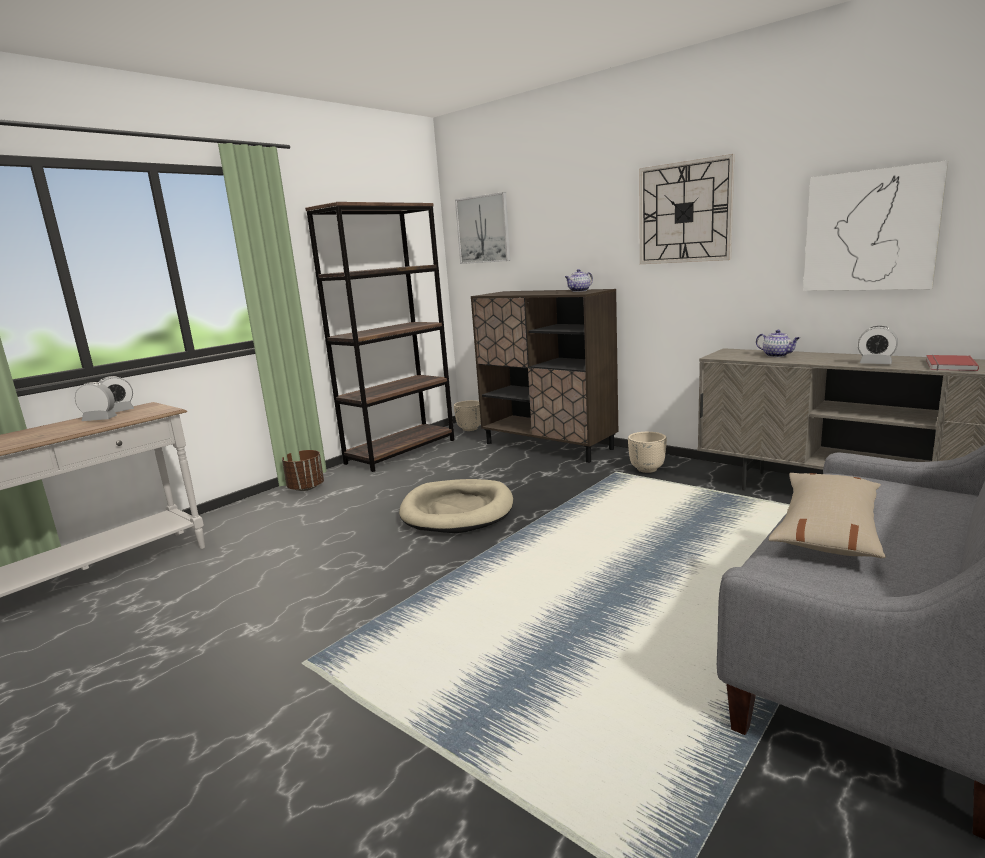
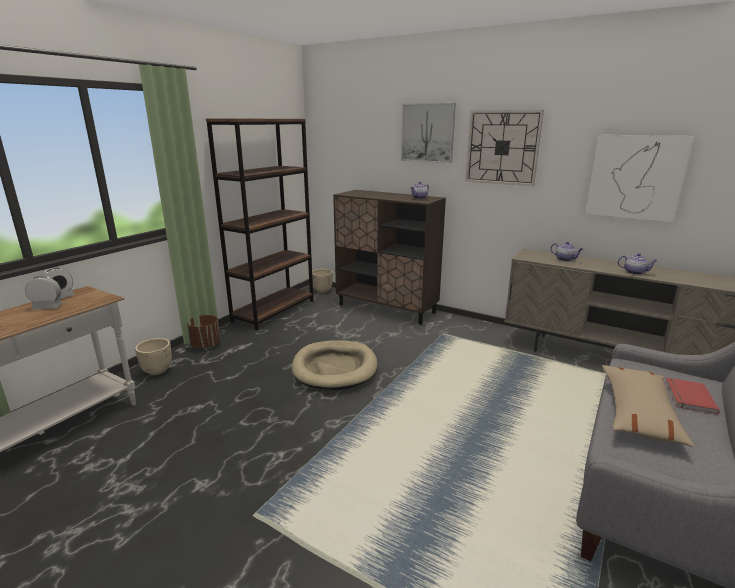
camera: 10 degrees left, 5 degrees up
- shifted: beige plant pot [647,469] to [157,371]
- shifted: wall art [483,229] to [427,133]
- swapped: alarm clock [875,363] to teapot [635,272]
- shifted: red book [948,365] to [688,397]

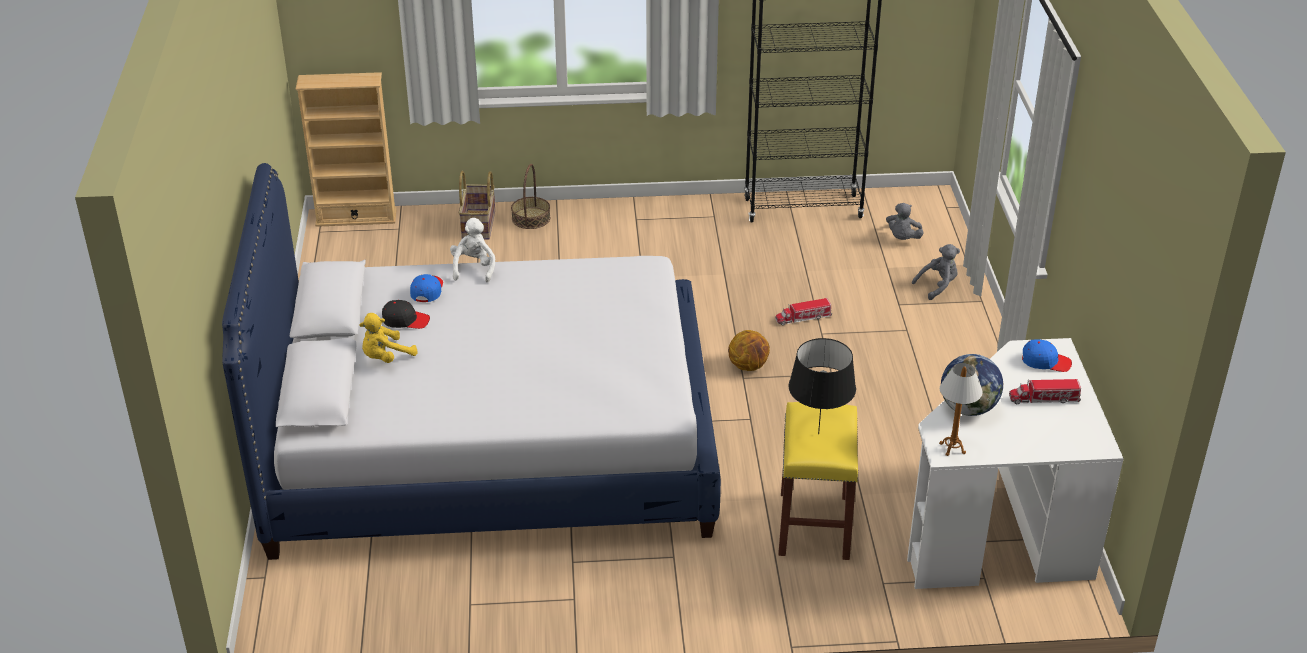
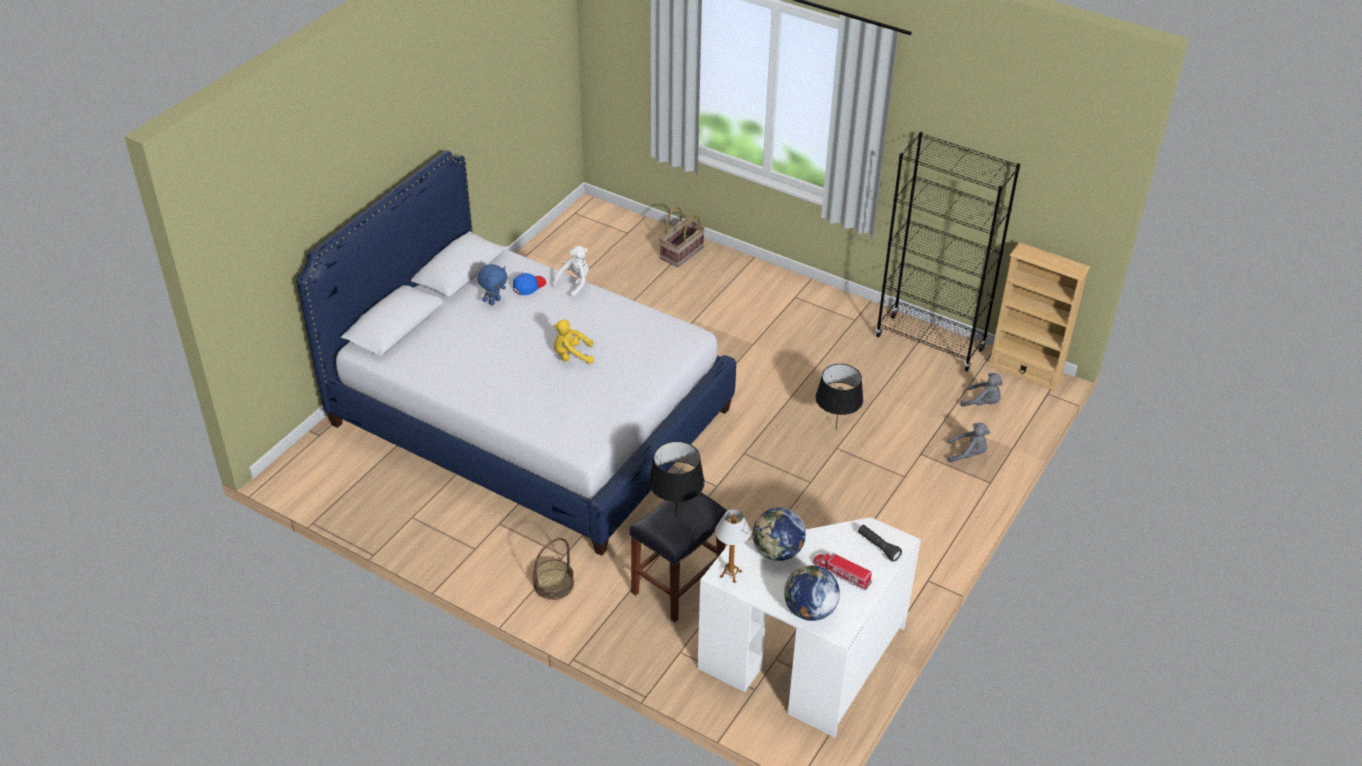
camera: 35 degrees right, 5 degrees up
- swapped: black peaked cap [405,320] to blue-coloured cuddly toy [494,301]
- shifted: household basket [531,218] to [553,584]
- shifted: yellow cuddly toy [386,357] to [572,356]
- repainted: yellow sitting stool [813,524] to black sitting stool [678,584]
- new: desk globe [809,610]
- swapped: toy truck [803,318] to black tabletop lamp [836,429]
- swapped: blue-coloured peaked cap [1045,361] to black hand torch [878,547]
- rotated: grey cuddly toy [903,238] = [982,403] 120 degrees counterclockwise
- shifted: beige shelving unit [356,217] to [1025,371]
- gone: basketball [749,366]

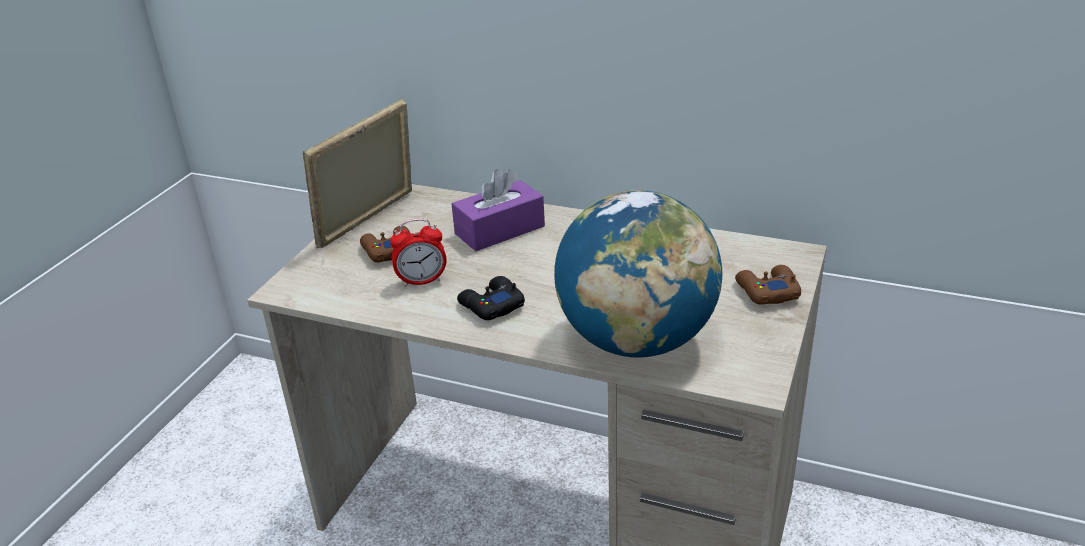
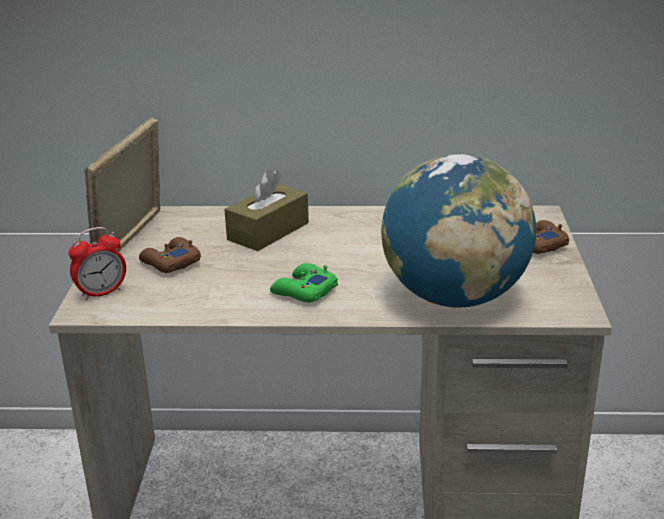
camera: 20 degrees left, 5 degrees down
- shifted: alarm clock [422,281] to [101,293]
- repainted: purple tissue holder [499,230] to brown tissue holder [268,231]
- repainted: black joypad [491,305] to green-coloured joypad [303,291]

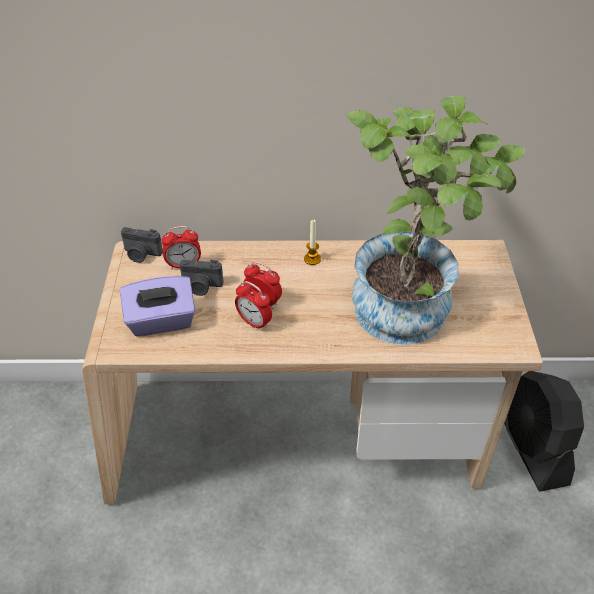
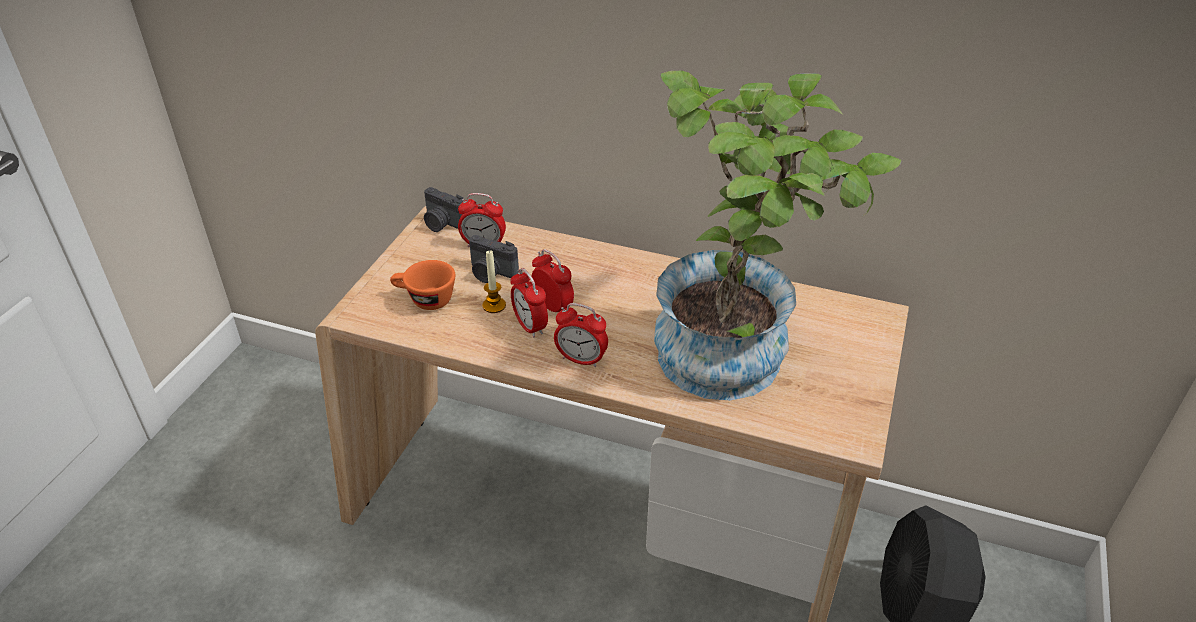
camera: 20 degrees right, 5 degrees down
- swapped: purple tissue holder [161,322] to orange cup [425,300]
- shifted: wax light [312,259] to [494,305]
- new: alarm clock [581,359]

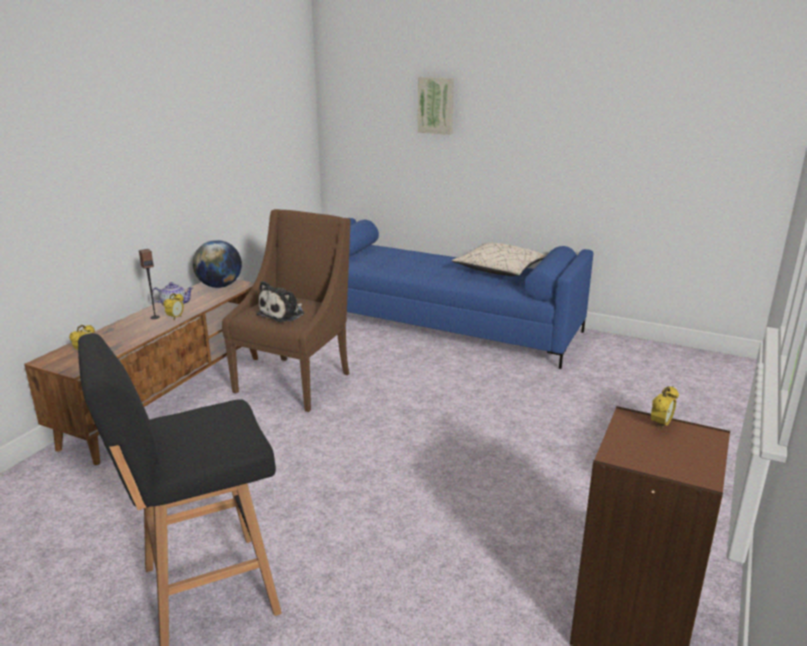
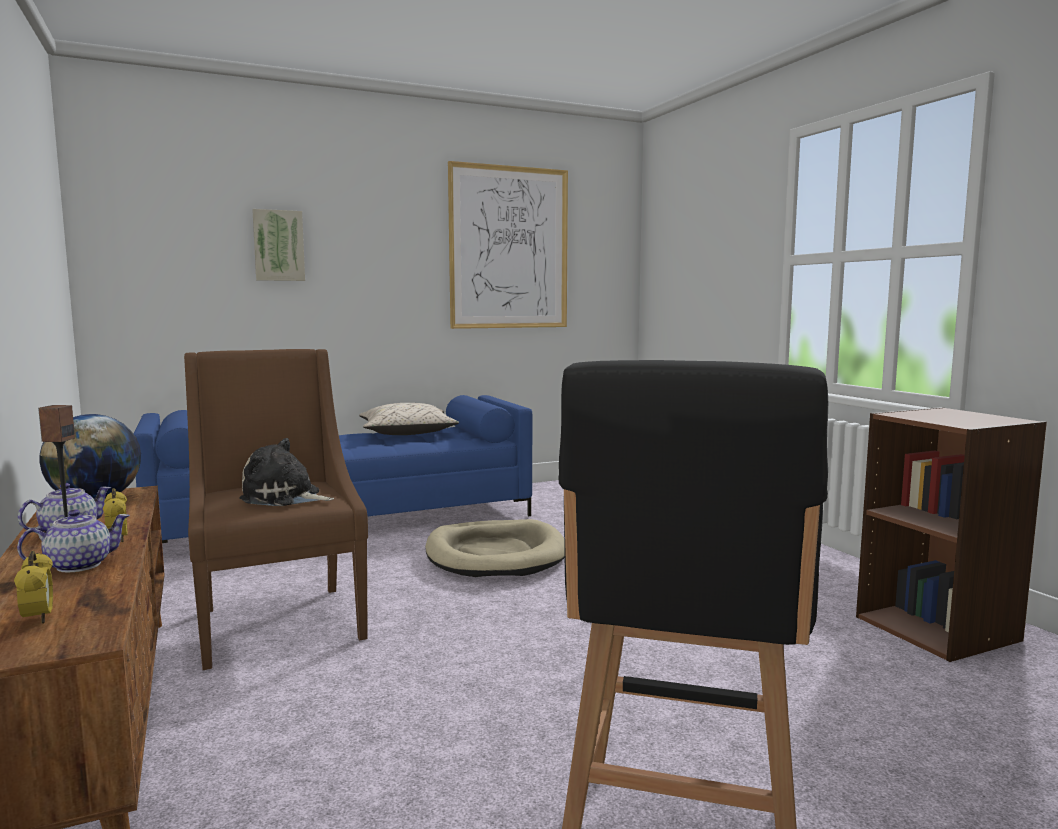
camera: 50 degrees left, 15 degrees down
- new: teapot [78,565]
- rotated: cuddly toy [283,314] = [284,498] 120 degrees clockwise
- new: beige dog cushion [495,555]
- new: wall art [509,248]
- gone: alarm clock [661,425]

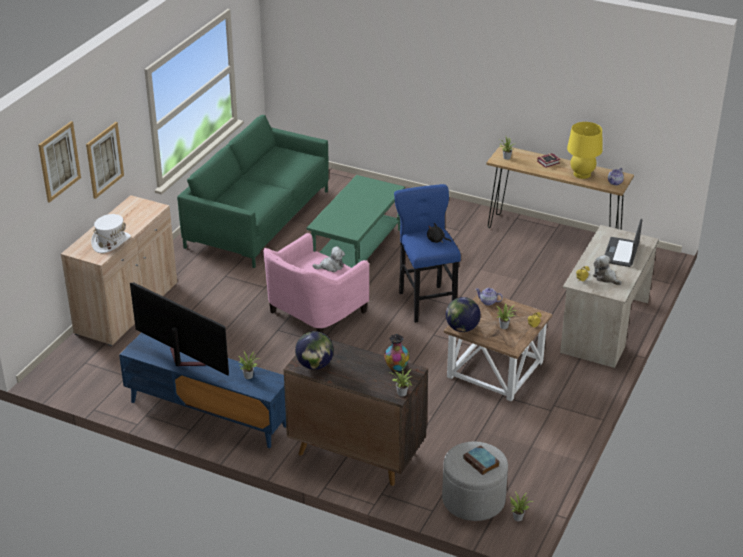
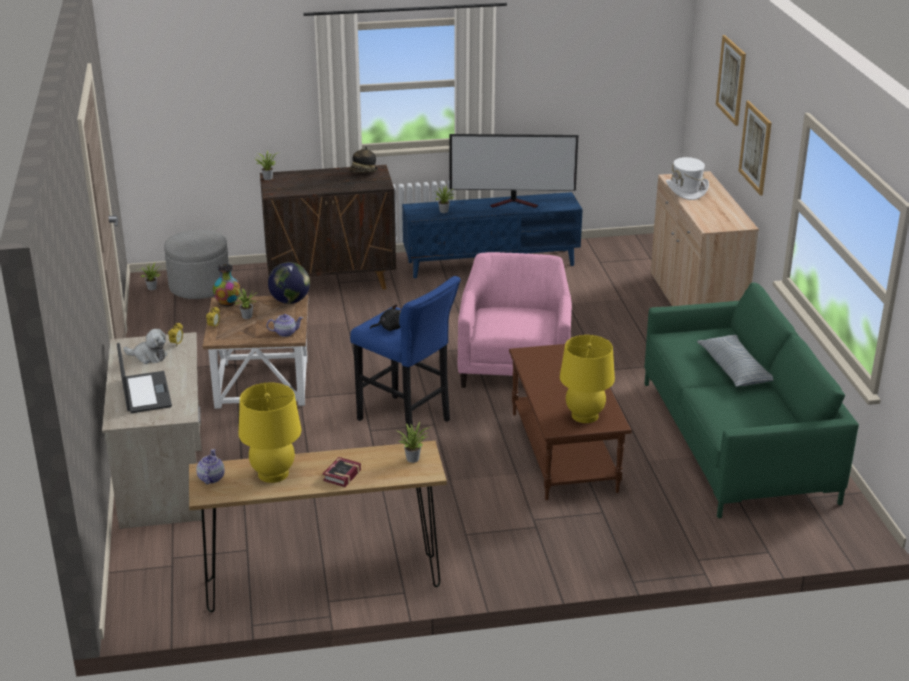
camera: 145 degrees right, 5 degrees down
- shifted: decorative vase [396,368] to [228,303]
- swapped: desk globe [314,365] to clothing hat [363,172]
- repainted: green-coloured lounge table [357,248] to brown lounge table [565,452]
- new: yellow tabletop lamp [585,416]
- new: cushion [735,369]
- gone: cuddly toy [331,266]
- gone: book [482,462]

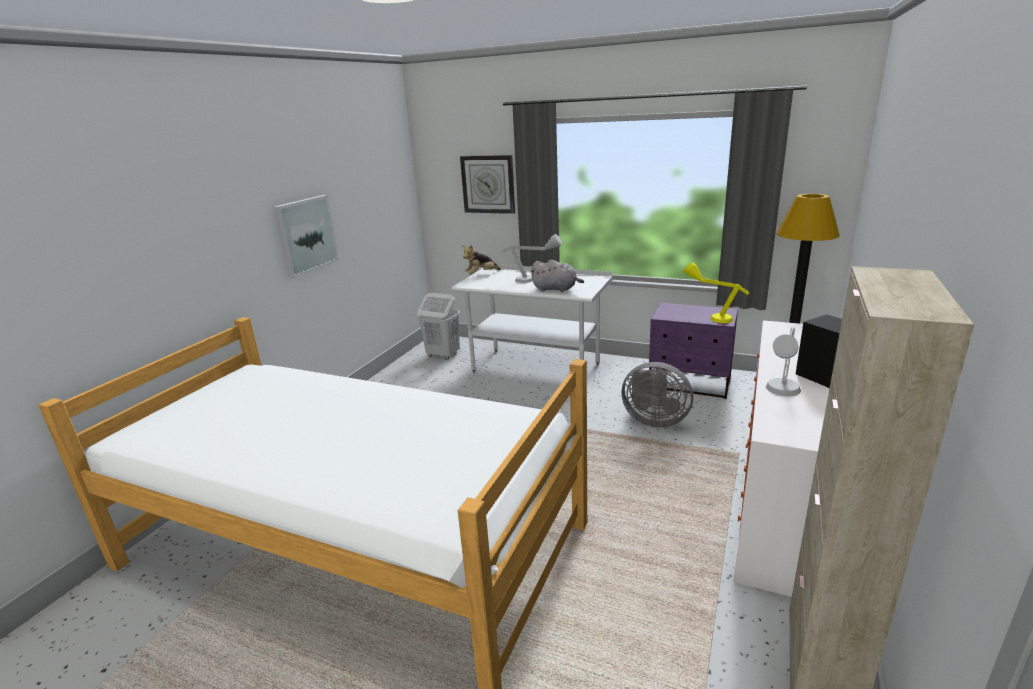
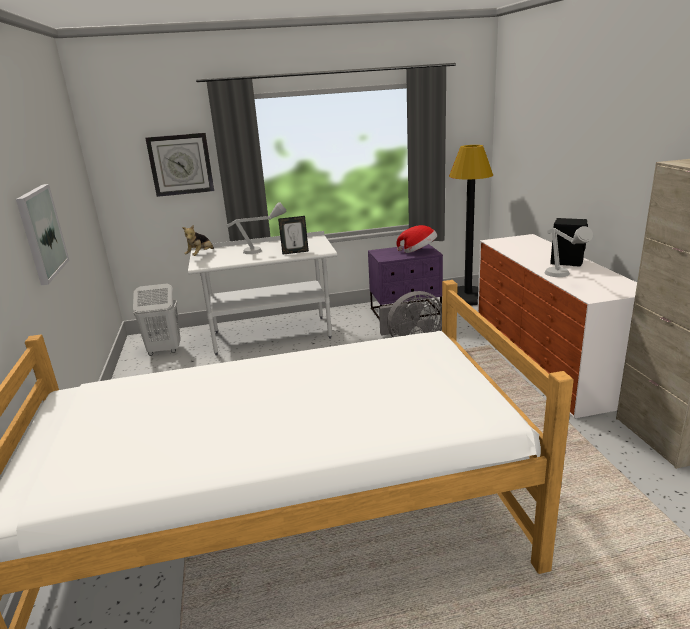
camera: 35 degrees left, 0 degrees up
- swapped: grey cuddly toy [556,289] to picture frame [295,252]
- swapped: yellow tabletop lamp [711,316] to clothing hat [418,251]

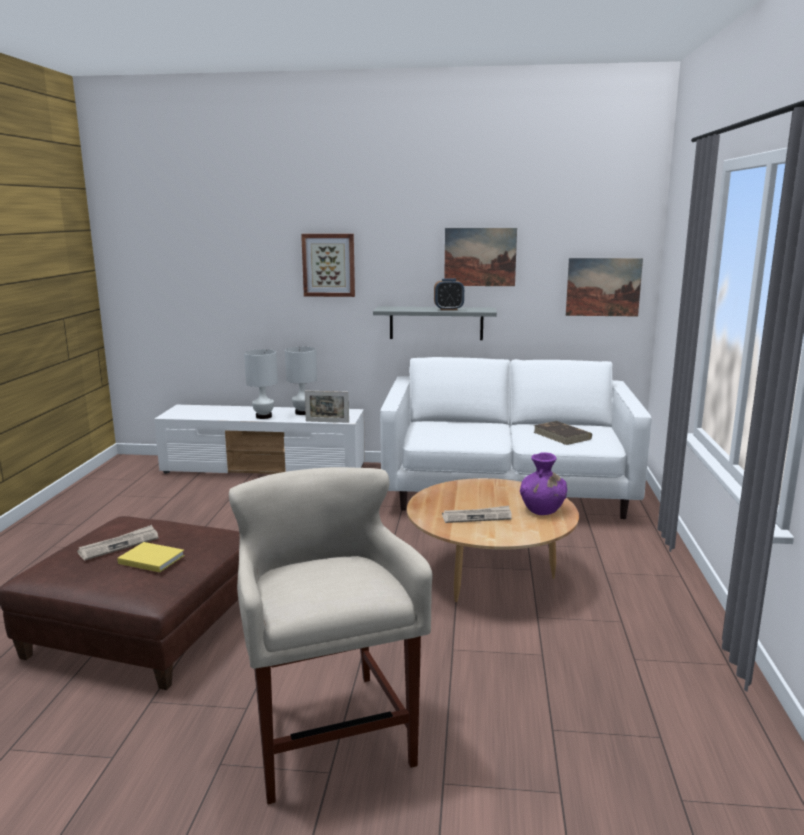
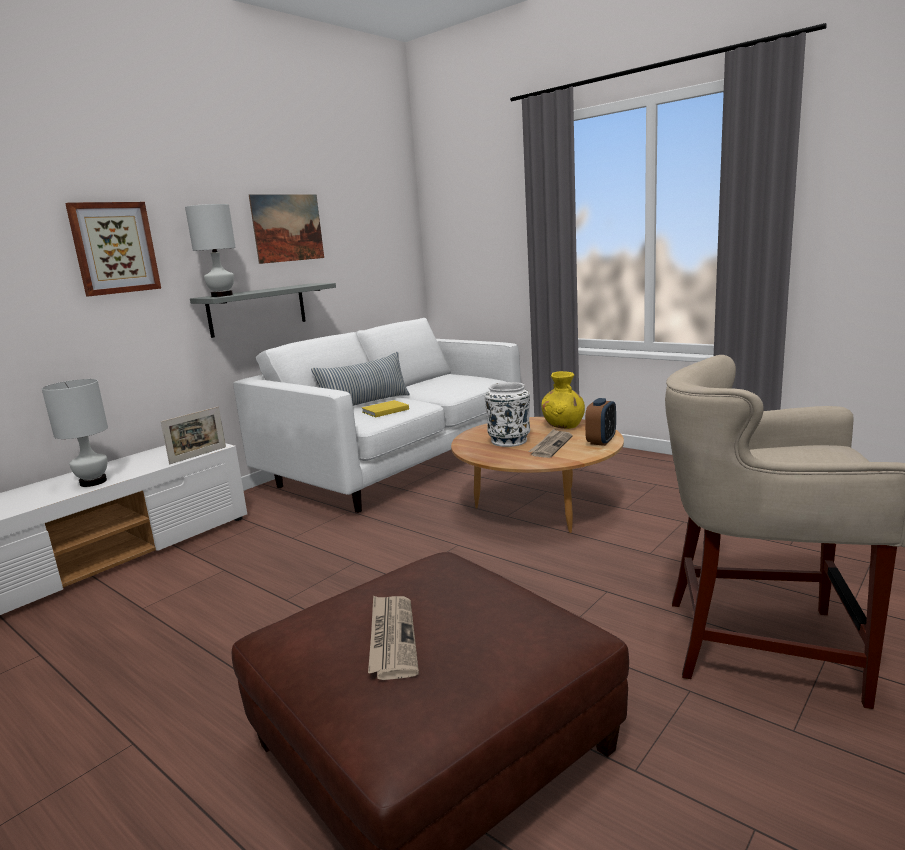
camera: 55 degrees left, 0 degrees up
- shifted: white tabletop lamp [303,413] to [222,295]
- new: cushion [365,404]
- shifted: yellow book [151,559] to [384,411]
- new: white decorative vase [509,441]
- repainted: purple decorative vase [542,510] to yellow decorative vase [564,425]
- shifted: alarm clock [448,309] to [601,441]
- gone: brown book [562,436]
- gone: wall art [603,287]

